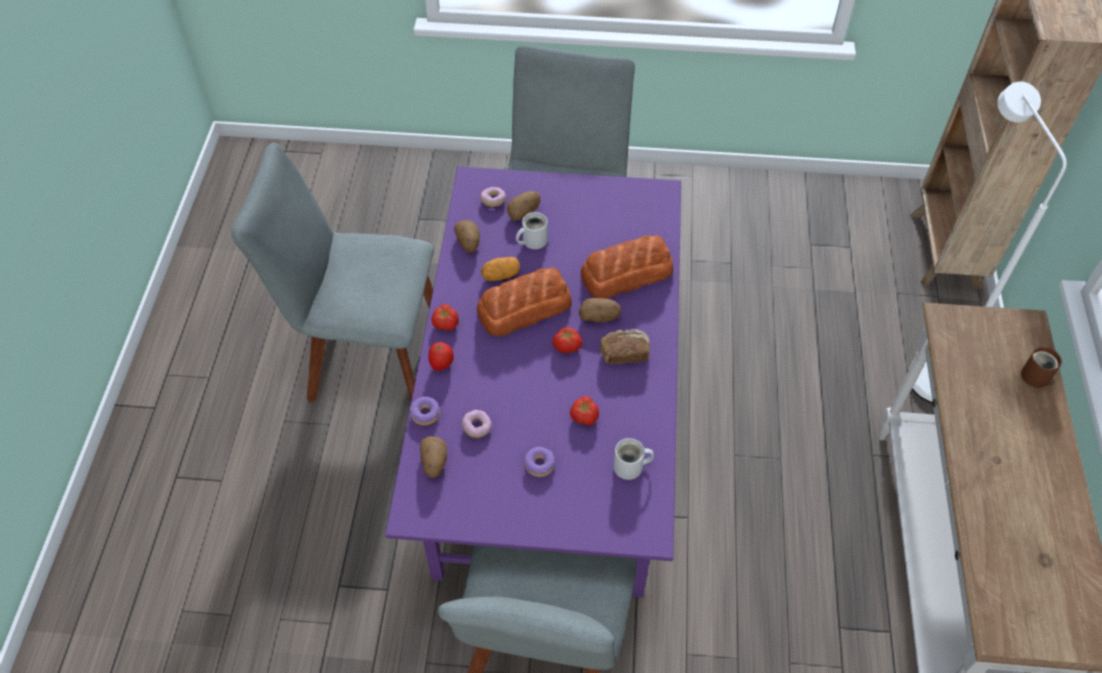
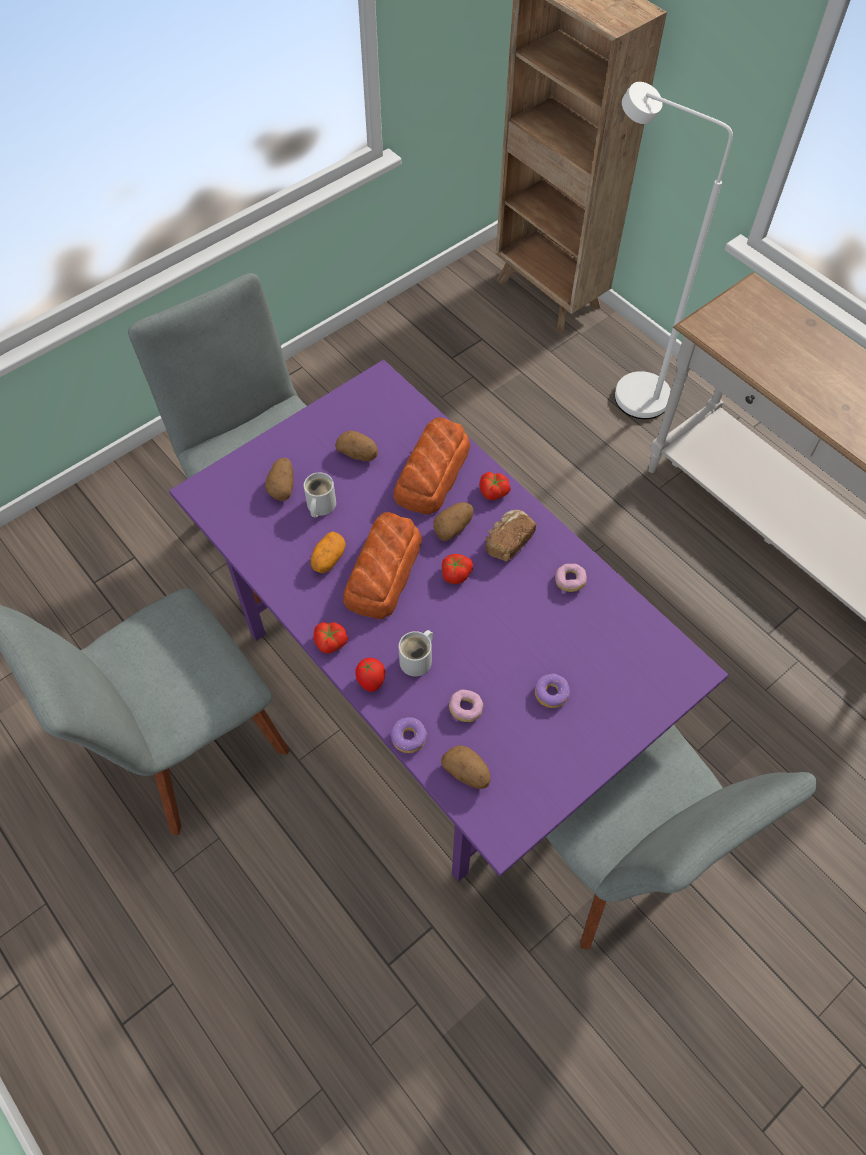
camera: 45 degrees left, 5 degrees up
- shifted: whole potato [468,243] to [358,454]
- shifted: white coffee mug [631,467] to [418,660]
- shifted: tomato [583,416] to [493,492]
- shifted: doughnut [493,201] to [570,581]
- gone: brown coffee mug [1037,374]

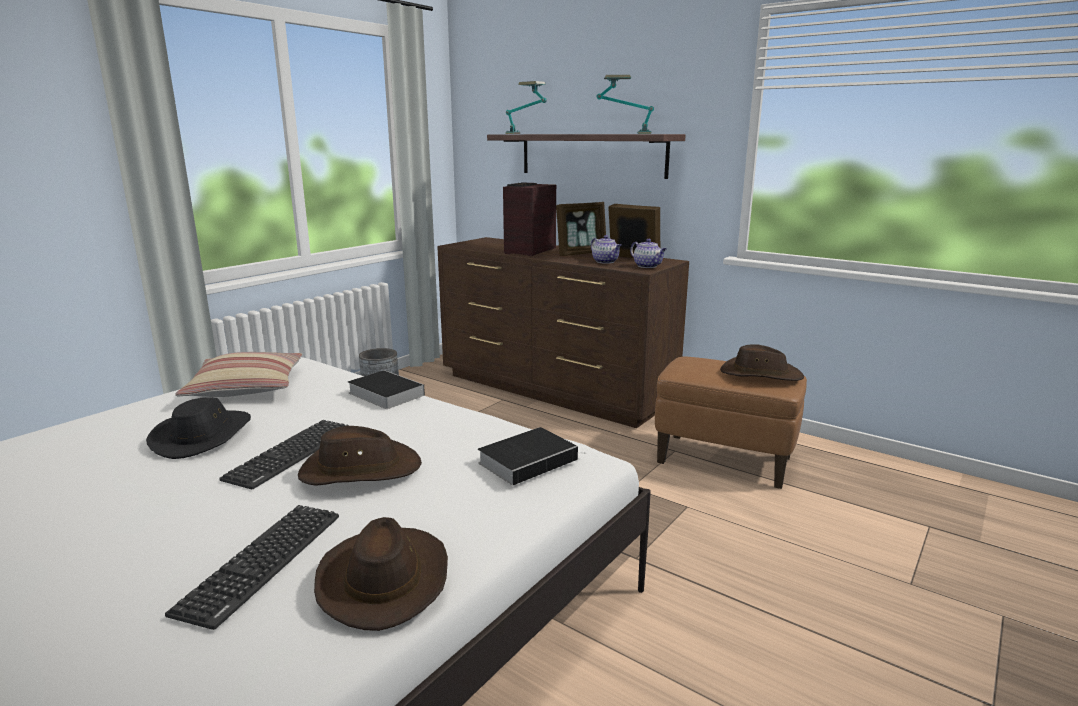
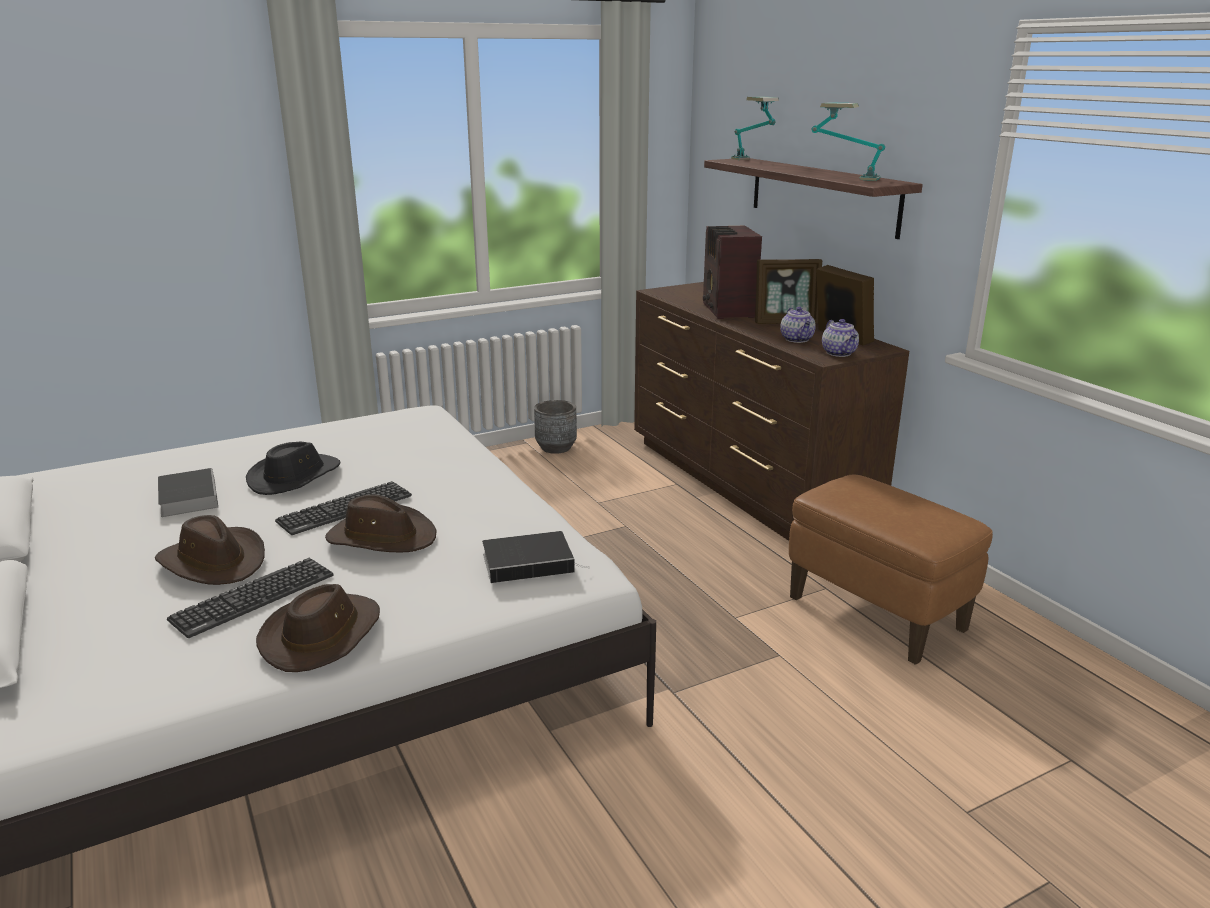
camera: 25 degrees right, 5 degrees up
- shifted: brown clothing hat [760,374] to [214,561]
- shifted: book [384,393] to [188,496]
- rotated: radio [528,251] = [728,311] 60 degrees counterclockwise
- gone: cushion [246,387]

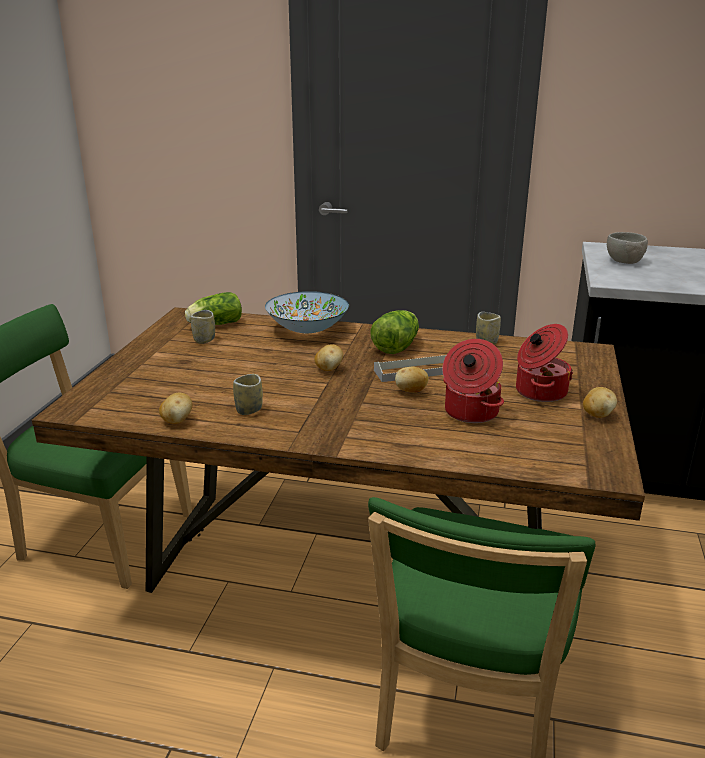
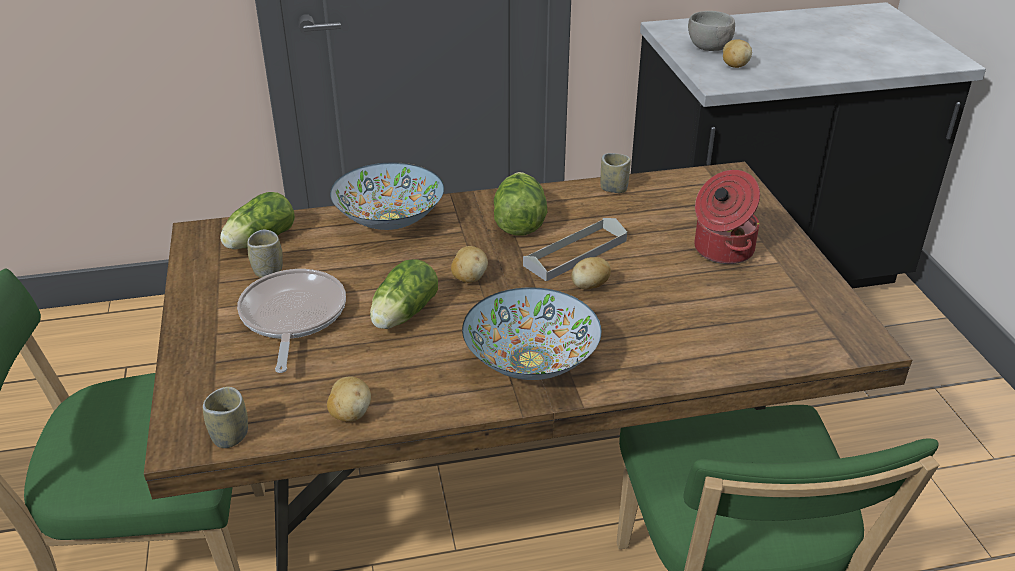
camera: 25 degrees left, 10 degrees up
- shifted: cup [249,410] to [230,436]
- new: skillet [292,317]
- new: head of lettuce [402,315]
- new: bowl [530,361]
- shifted: whole potato [597,415] to [734,66]
- gone: saucepot [470,412]

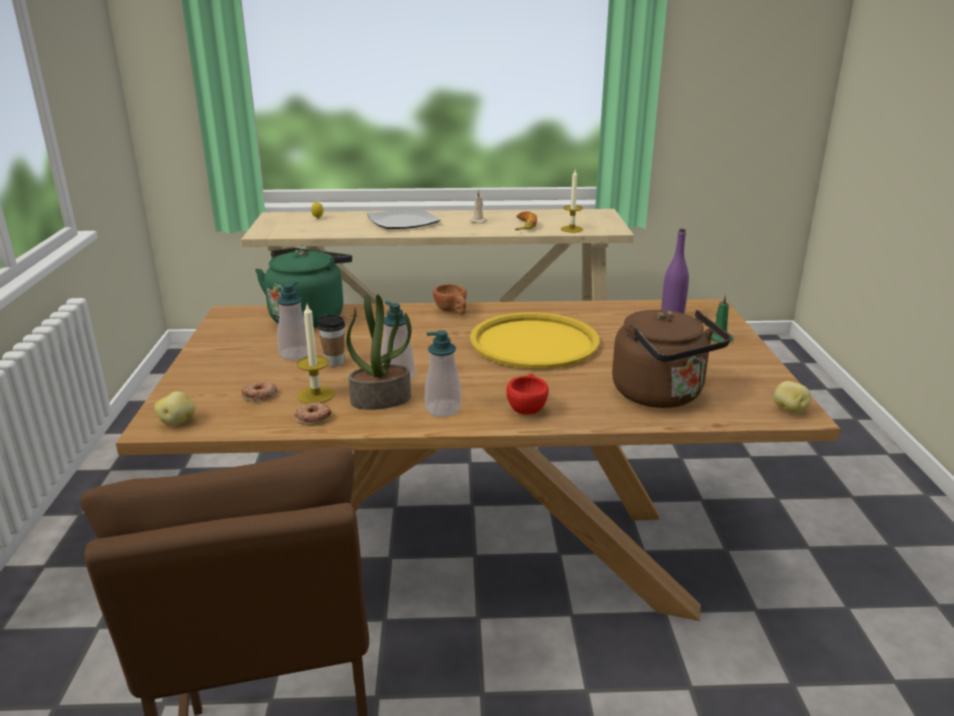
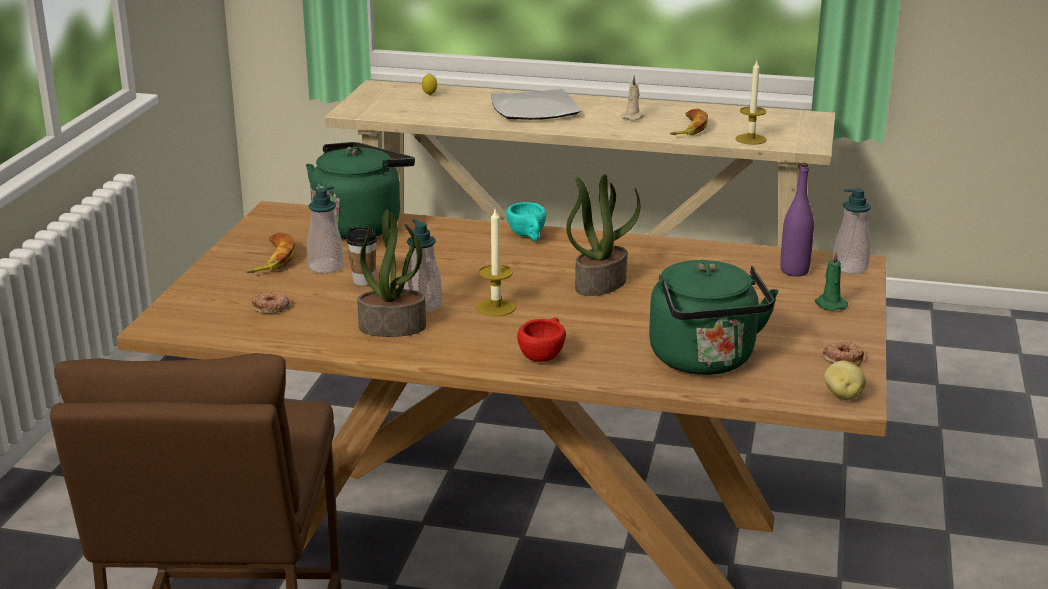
camera: 15 degrees right, 0 degrees up
- new: banana fruit [272,260]
- shifted: wax light [316,395] to [496,307]
- repainted: brown cup [452,312] to turquoise-coloured cup [528,236]
- swapped: yellow serving tray [534,342] to potted plant [600,284]
- repainted: brown water kettle [662,395] to green-coloured water kettle [705,361]
- shifted: doughnut [313,417] to [843,358]
- shifted: soap bottle [443,409] to [850,267]
- gone: whole potato [178,422]

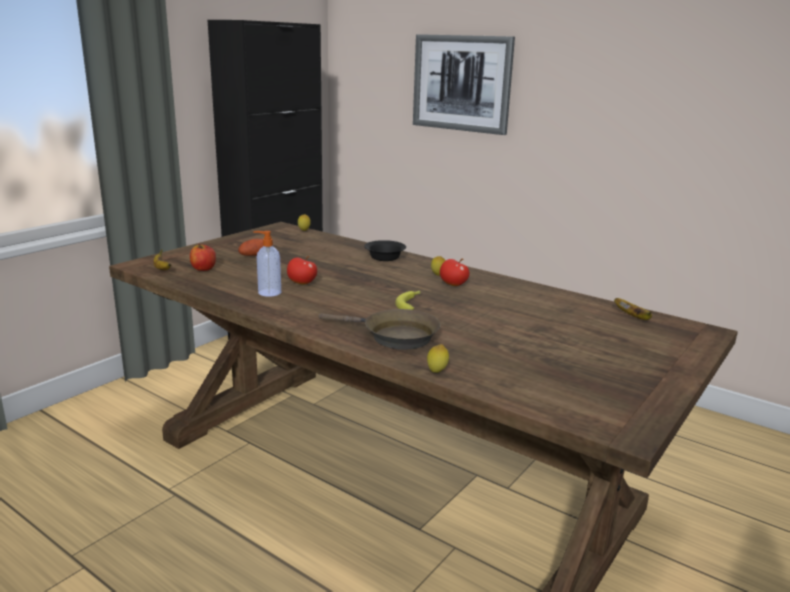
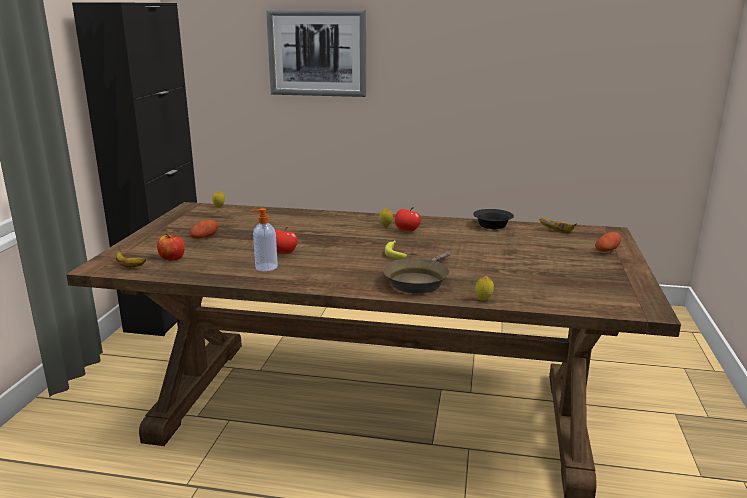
camera: 25 degrees left, 0 degrees up
- rotated: brown skillet [394,336] = [418,281] 120 degrees clockwise
- shifted: black bowl [386,258] to [493,225]
- new: whole potato [607,250]

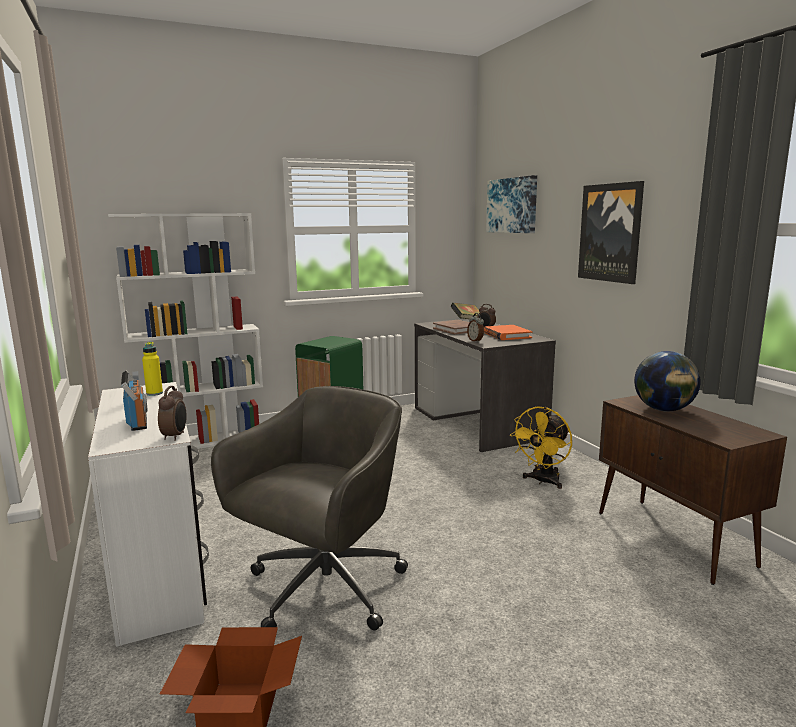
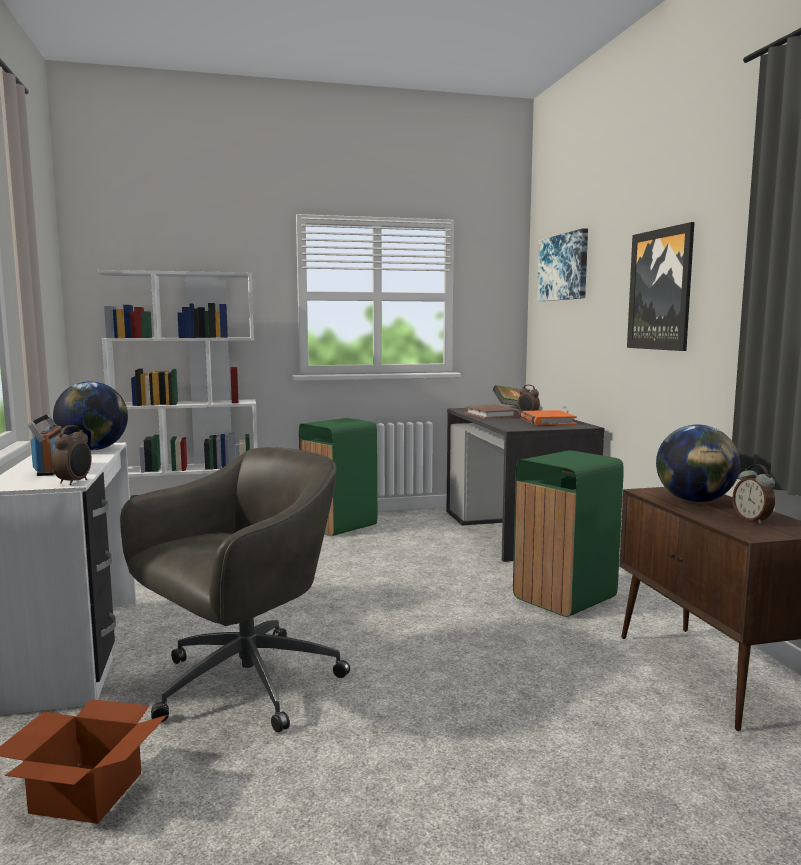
camera: 10 degrees right, 5 degrees down
- swapped: yellow beverage bottle [154,393] to desk globe [93,450]
- swapped: yellow cooling fan [543,481] to green-coloured waste bin [565,598]
- shifted: alarm clock [475,341] to [752,520]

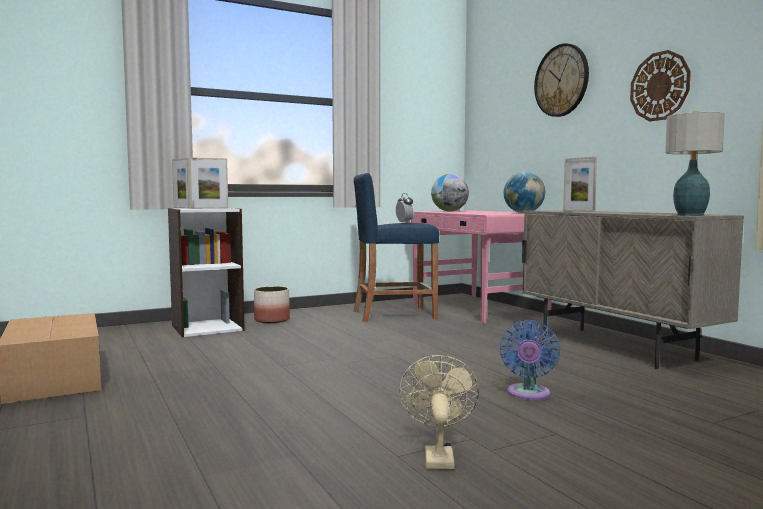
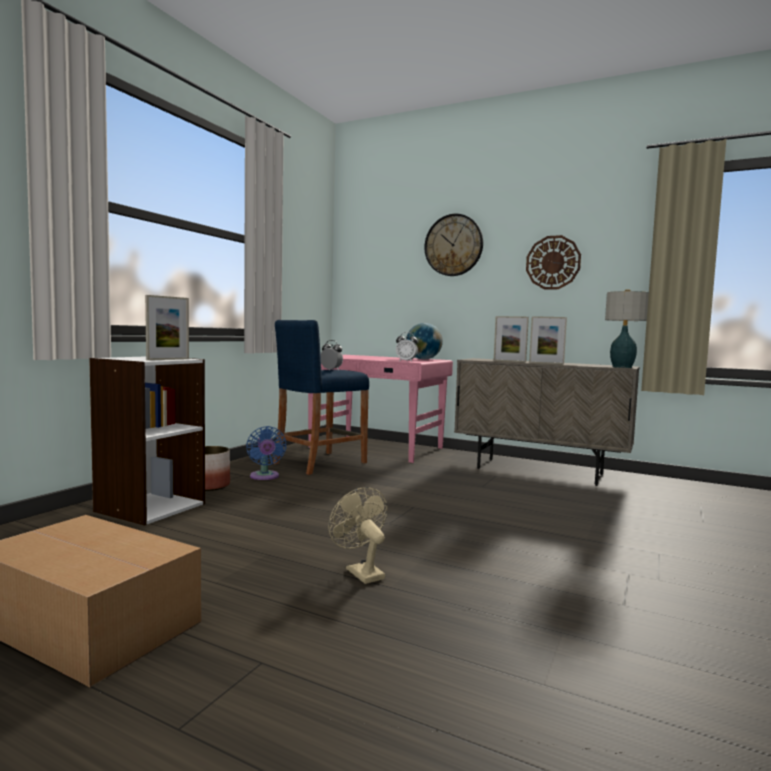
camera: 35 degrees left, 0 degrees up
- shifted: blue-coloured cooling fan [528,394] to [264,477]
- shifted: beige cooling fan [437,456] to [360,572]
- new: alarm clock [406,361]
- shifted: picture frame [182,208] to [546,363]
- gone: desk globe [449,211]

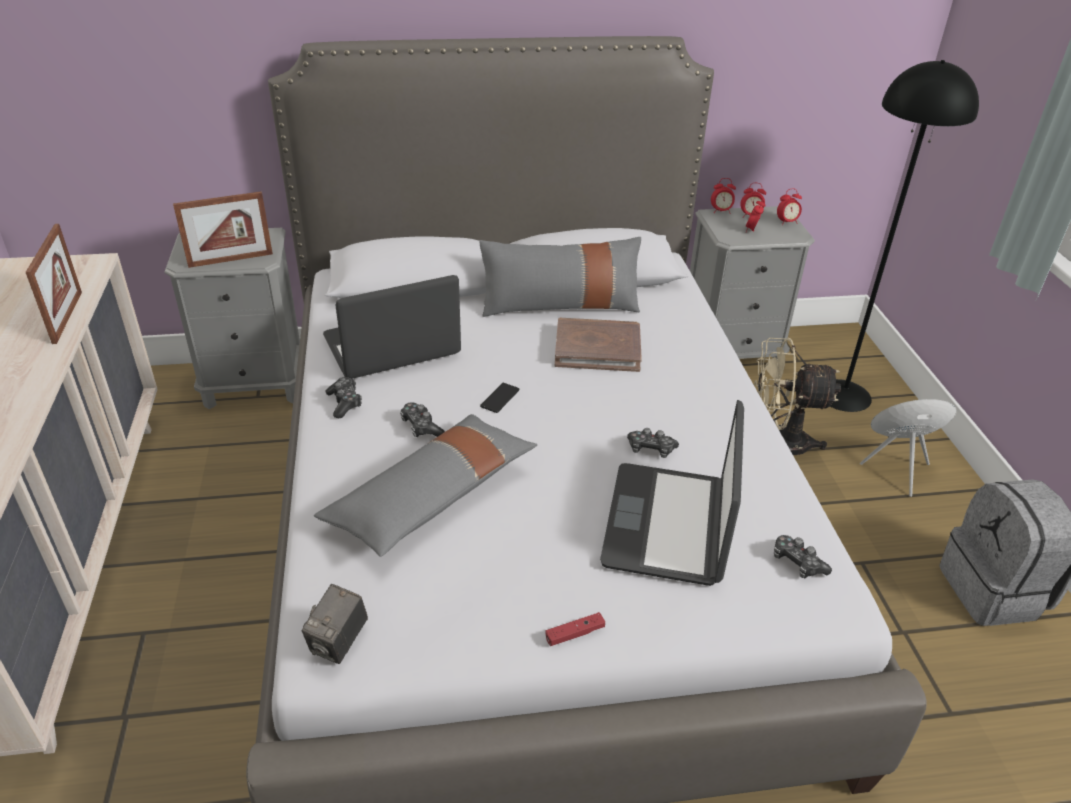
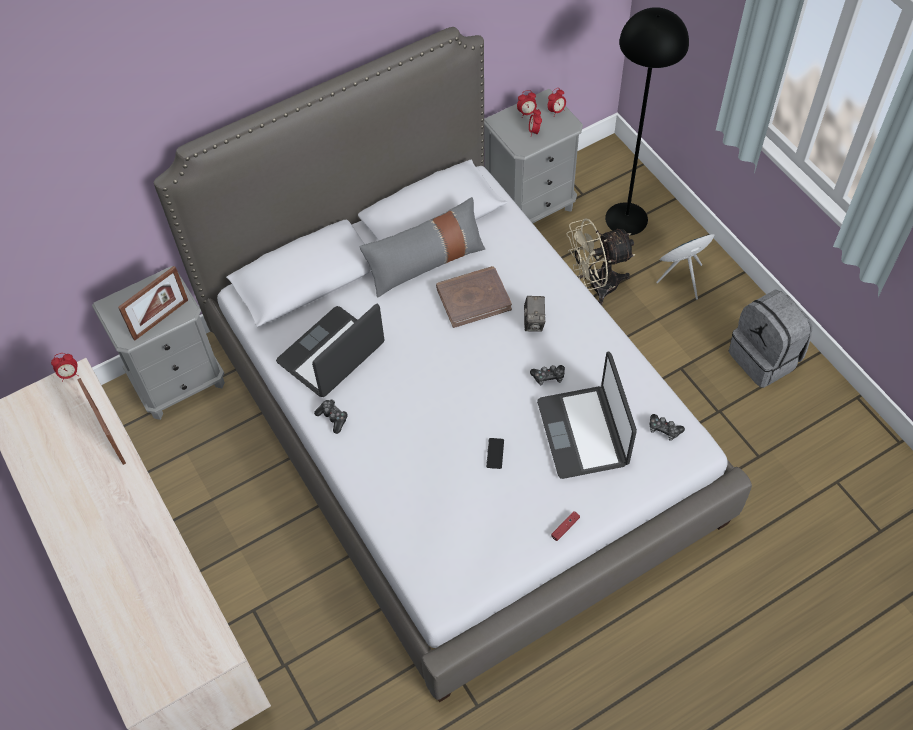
camera: 20 degrees left, 20 degrees up
- shifted: alarm clock [721,211] to [69,374]
- shifted: telephone [500,398] to [495,453]
- shifted: still camera [339,642] to [534,322]
- gone: grey cushion [431,497]
- gone: joypad [421,427]

